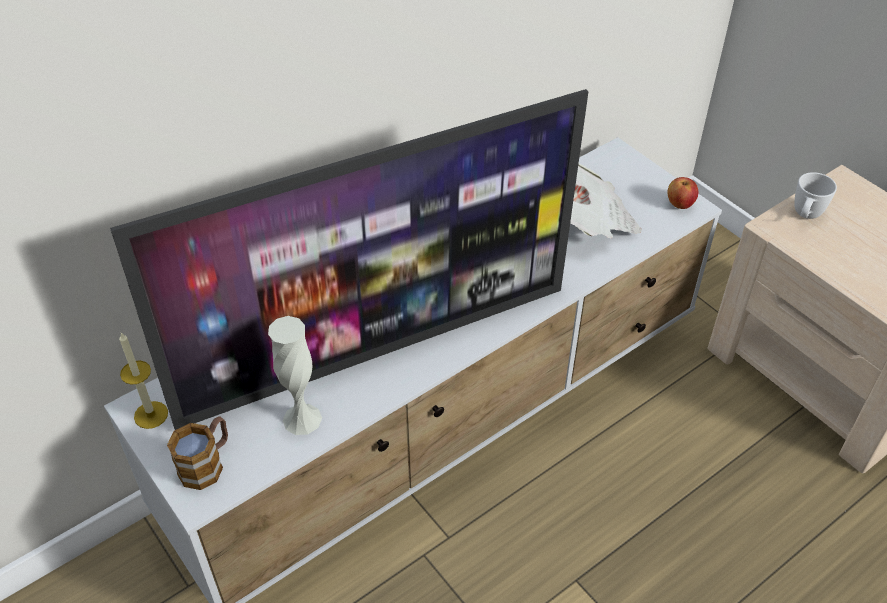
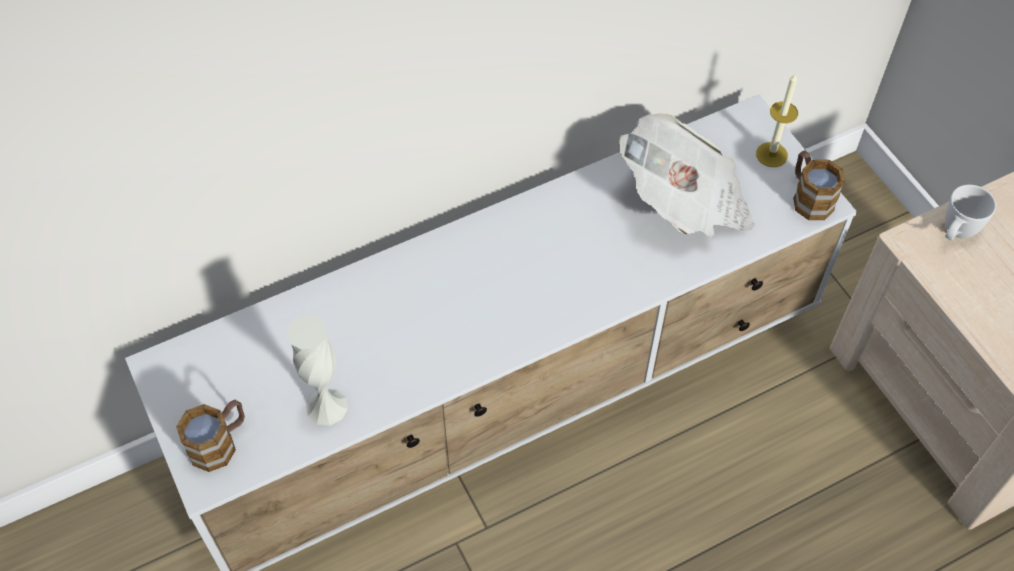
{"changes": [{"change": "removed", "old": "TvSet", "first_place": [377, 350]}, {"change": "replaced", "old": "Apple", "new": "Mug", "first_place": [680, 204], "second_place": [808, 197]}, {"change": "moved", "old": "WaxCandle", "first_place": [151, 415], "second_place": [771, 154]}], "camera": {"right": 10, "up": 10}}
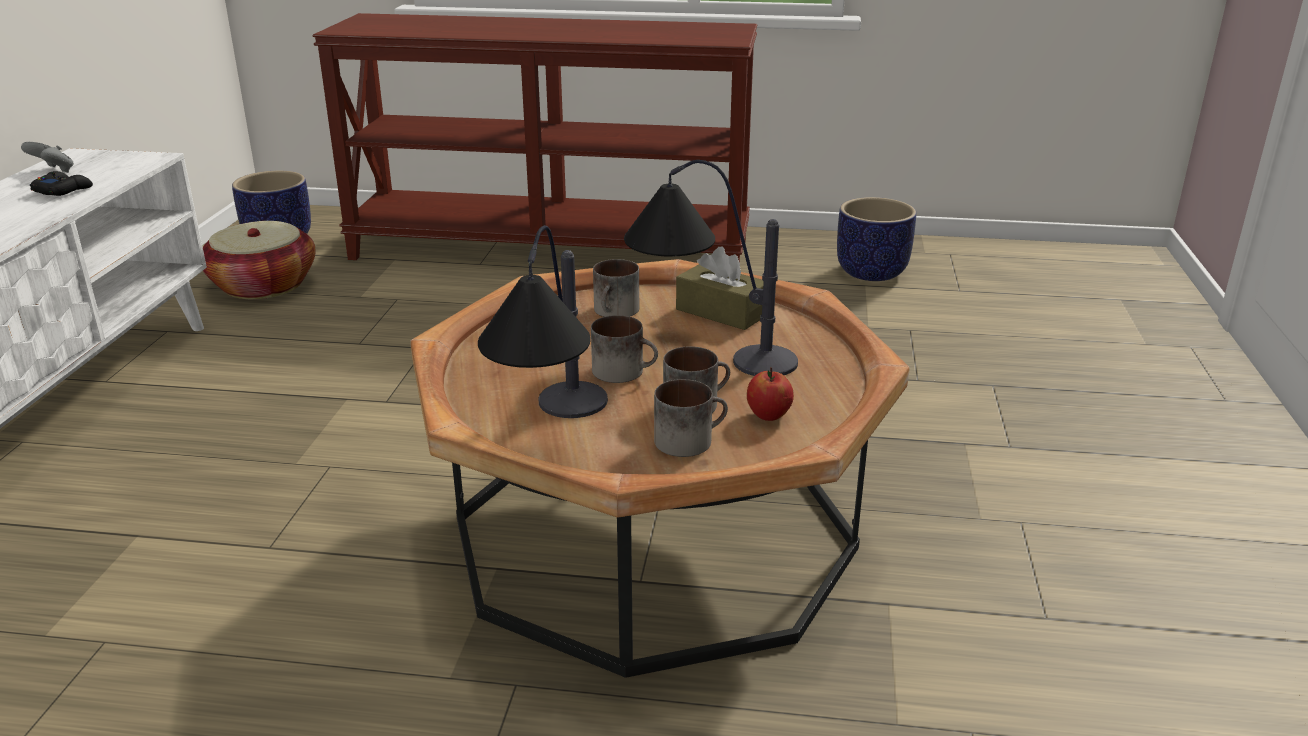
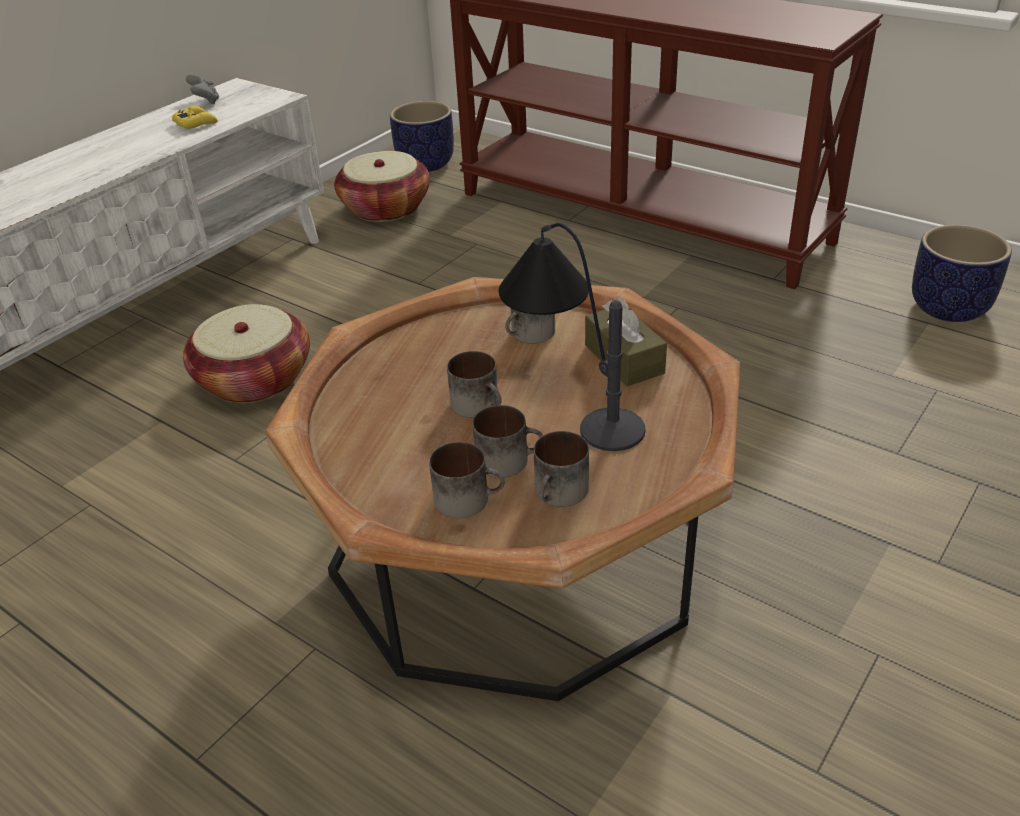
{"changes": [{"change": "recoloured", "old": "BlackishJoypad", "new": "YellowishJoypad", "first_place": [62, 190], "second_place": [196, 123]}, {"change": "removed", "old": "TableLamp", "first_place": [554, 437]}, {"change": "replaced", "old": "Apple", "new": "Mug", "first_place": [768, 415], "second_place": [560, 494]}, {"change": "added", "new": "HouseholdBasket", "second_place": [255, 379]}], "camera": {"right": 30, "up": 10}}
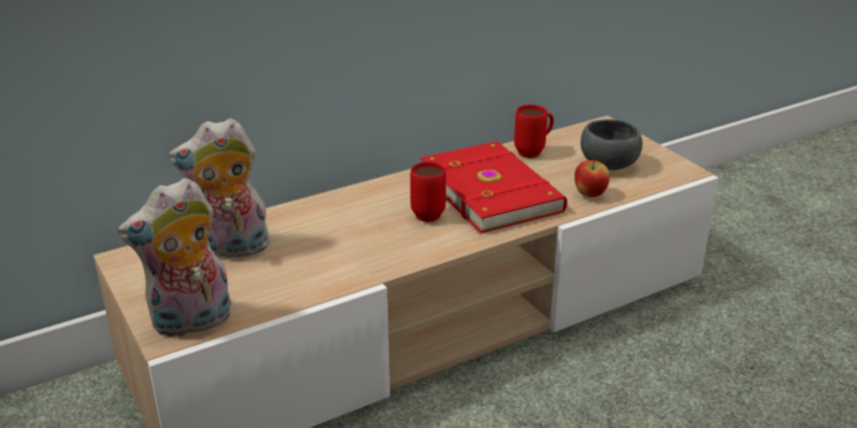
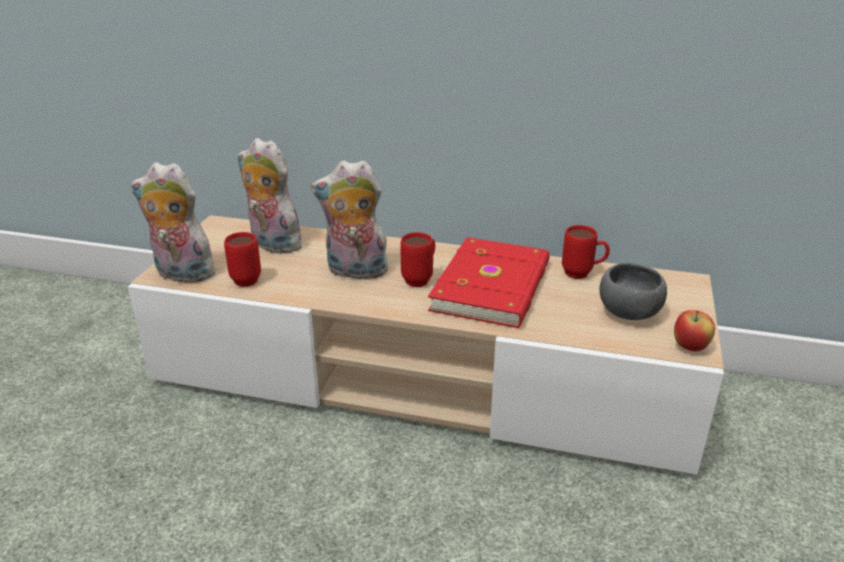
{"changes": [{"change": "moved", "old": "Apple", "first_place": [589, 195], "second_place": [690, 347]}, {"change": "added", "new": "PlushToy", "second_place": [355, 272]}, {"change": "added", "new": "RedMug", "second_place": [244, 278]}], "camera": {"right": 45, "up": 0}}
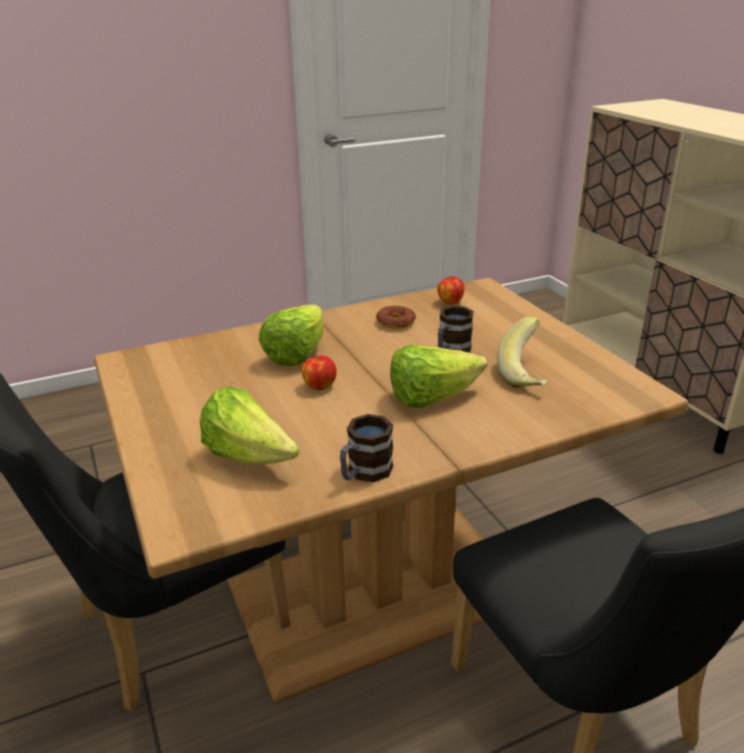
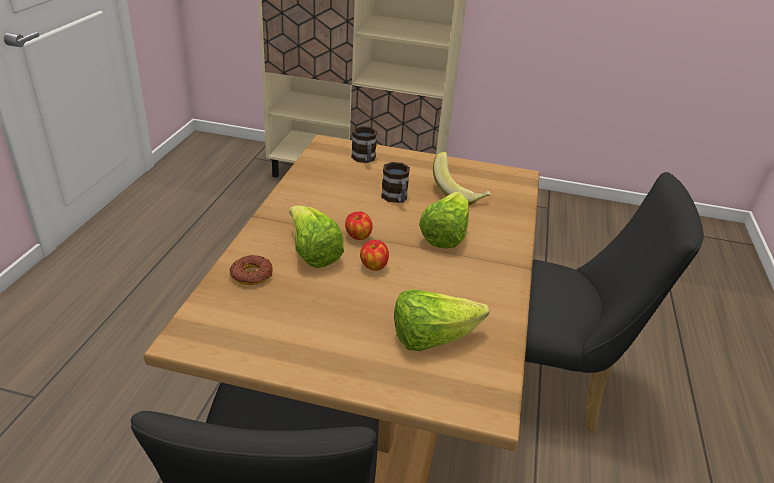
{"changes": [{"change": "moved", "old": "Apple", "first_place": [450, 302], "second_place": [358, 236]}, {"change": "moved", "old": "Doughnut", "first_place": [396, 322], "second_place": [252, 274]}, {"change": "moved", "old": "Mug", "first_place": [364, 473], "second_place": [364, 159]}], "camera": {"right": -55, "up": 5}}
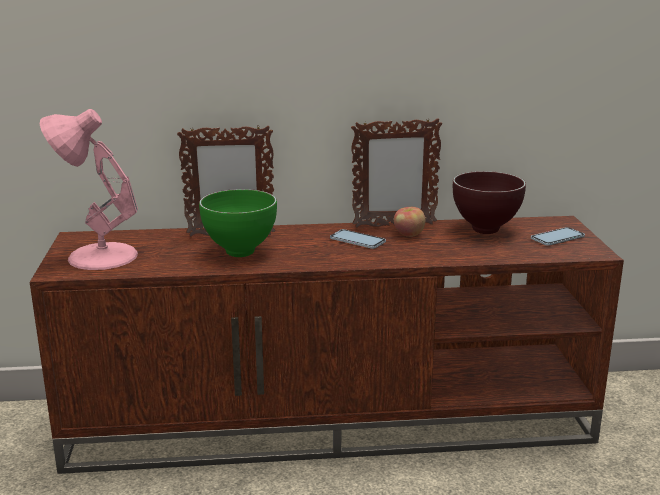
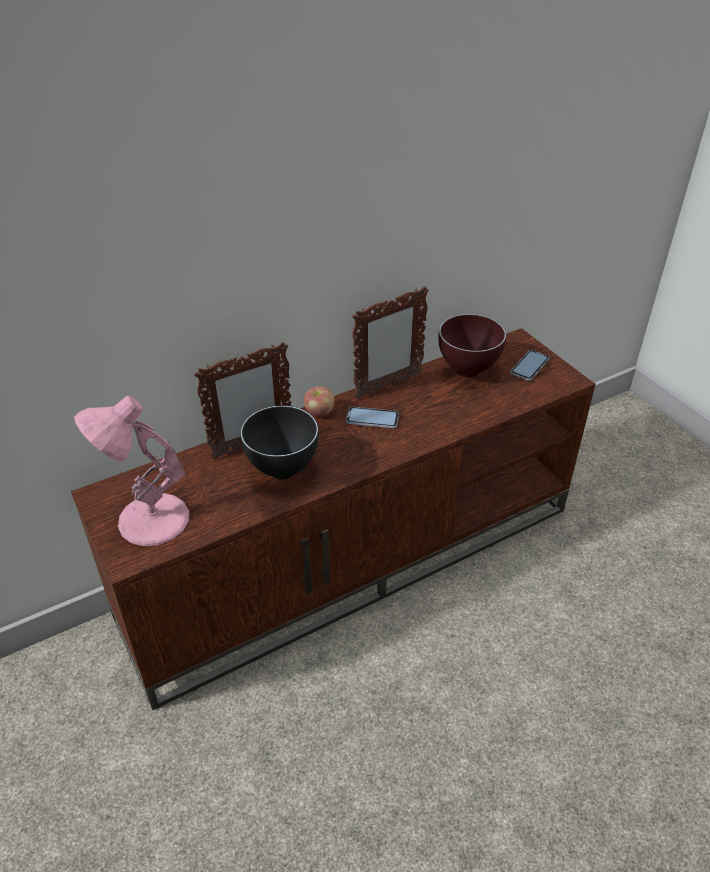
{"changes": [{"change": "recoloured", "old": "GreenColouredServingBowl", "new": "BlackishServingBowl", "first_place": [239, 253], "second_place": [282, 472]}, {"change": "moved", "old": "Apple", "first_place": [409, 234], "second_place": [319, 412]}], "camera": {"right": -25, "up": 20}}
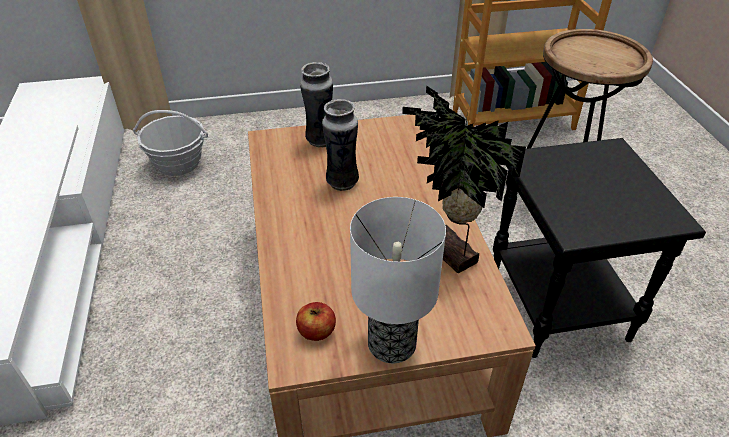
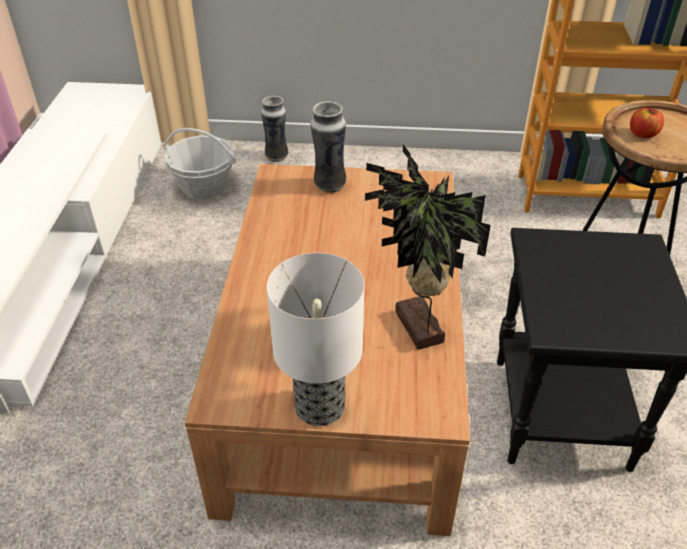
{"changes": [{"change": "moved", "old": "DecorativeVase", "first_place": [342, 182], "second_place": [276, 156]}, {"change": "moved", "old": "Apple", "first_place": [316, 331], "second_place": [642, 134]}], "camera": {"right": 15, "up": 0}}
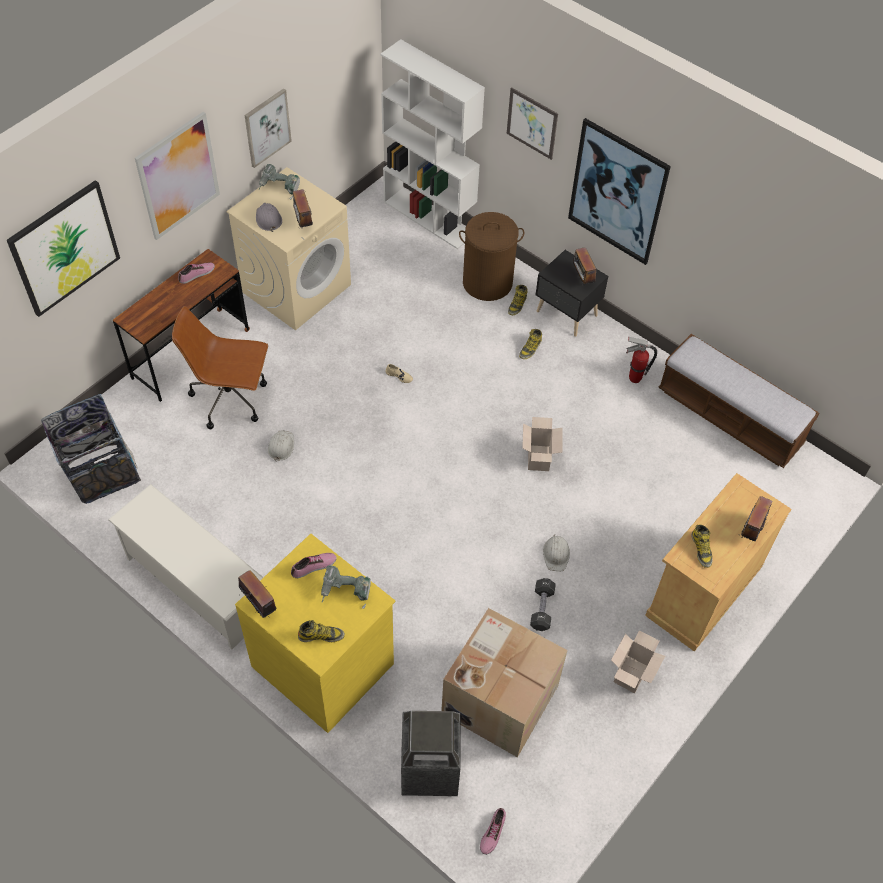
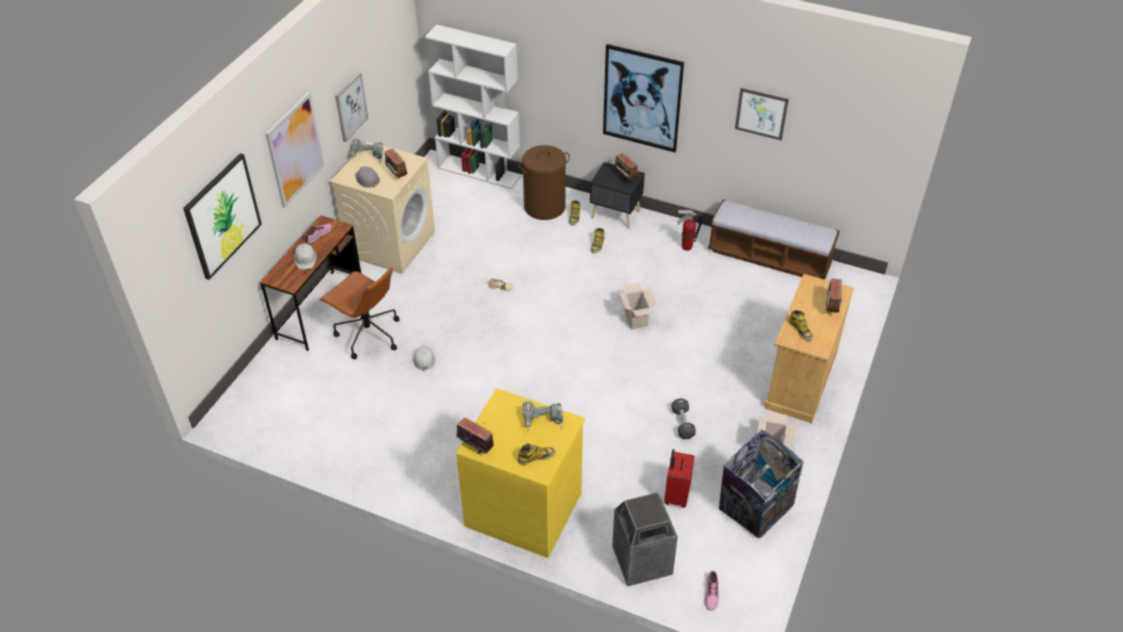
{"changes": [{"change": "moved", "old": "WallPicture", "first_place": [532, 123], "second_place": [761, 113]}, {"change": "turned", "old": "BrownOfficeChair", "first_place": [231, 399], "second_place": [367, 335], "degrees": -135}, {"change": "moved", "old": "WasteBin", "first_place": [102, 474], "second_place": [754, 509]}, {"change": "removed", "old": "WhiteColouredShoeRack", "first_place": [197, 585]}, {"change": "moved", "old": "WhiteColouredSafetyHelmet", "first_place": [556, 554], "second_place": [305, 259]}, {"change": "removed", "old": "LowShoe", "first_place": [314, 567]}, {"change": "replaced", "old": "CardboardBox", "new": "RedSuitcase", "first_place": [499, 698], "second_place": [676, 495]}], "camera": {"right": -15, "up": -10}}
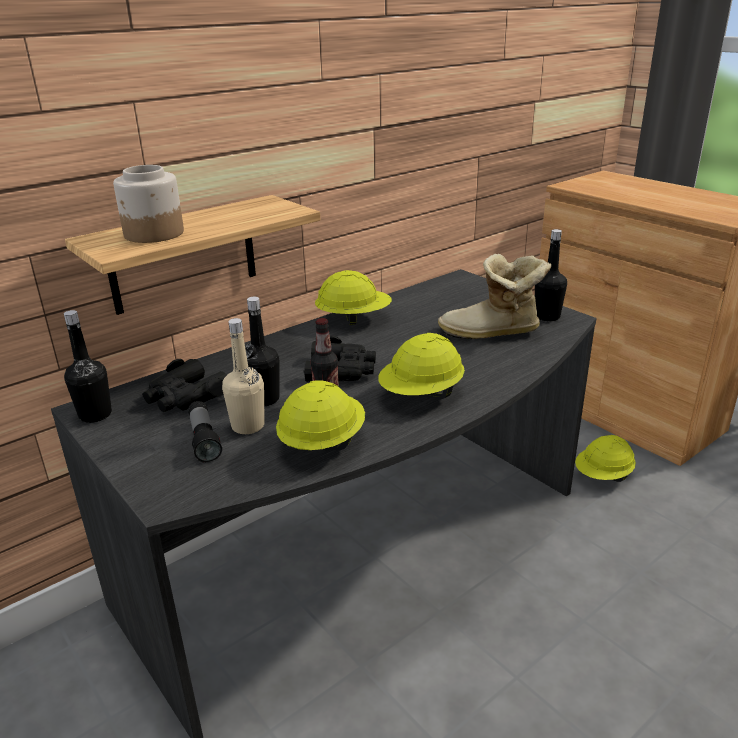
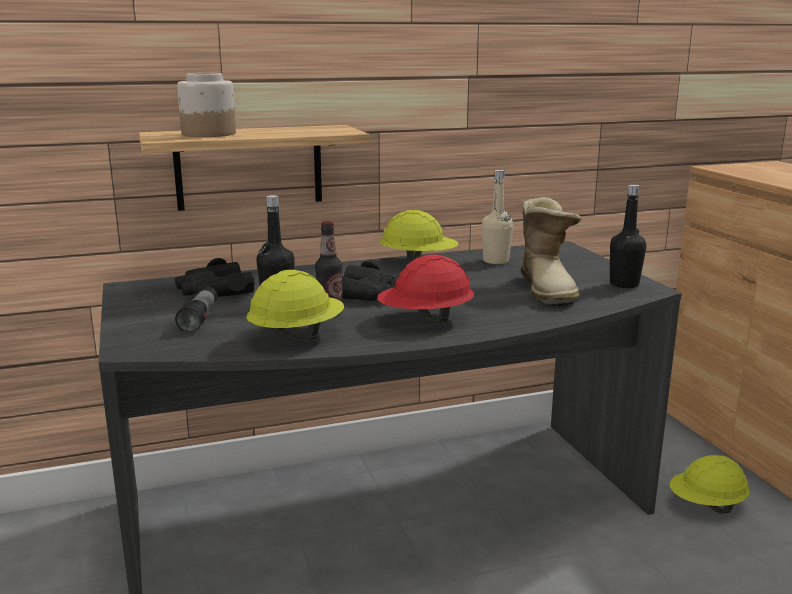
{"changes": [{"change": "turned", "old": "Boot", "first_place": [492, 333], "second_place": [548, 289], "degrees": -120}, {"change": "removed", "old": "BlackishBottle", "first_place": [95, 415]}, {"change": "moved", "old": "SandColouredBottle", "first_place": [248, 426], "second_place": [495, 261]}, {"change": "recoloured", "old": "YellowishSafetyHelmet", "new": "RedSafetyHelmet", "first_place": [421, 395], "second_place": [425, 320]}], "camera": {"right": 20, "up": -10}}
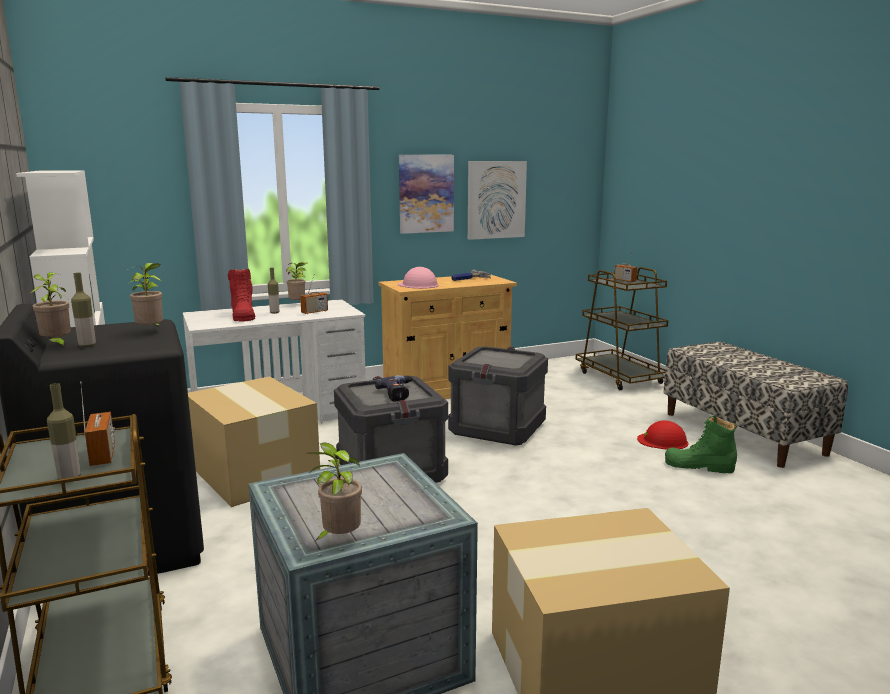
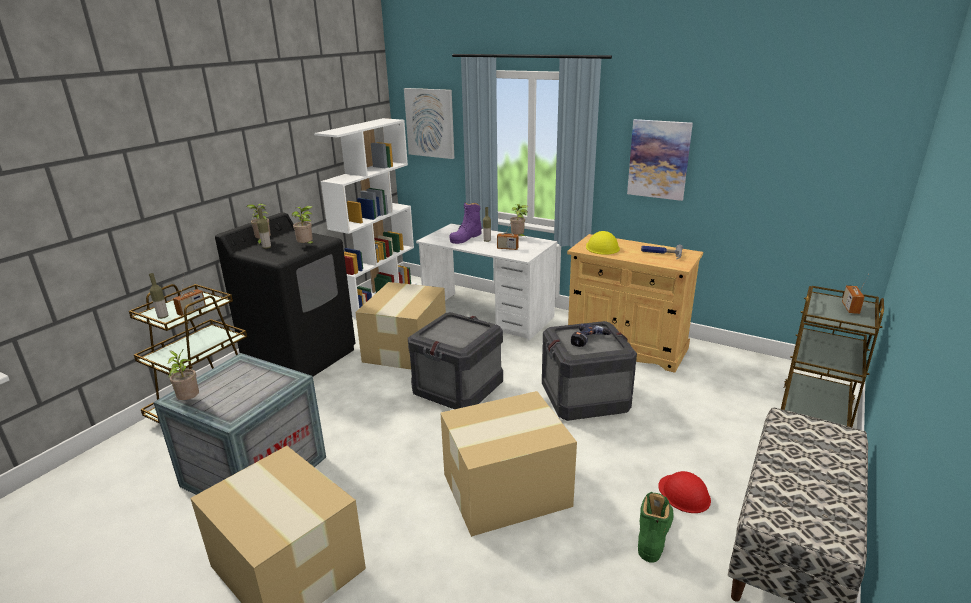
{"changes": [{"change": "moved", "old": "WallPicture", "first_place": [496, 200], "second_place": [430, 123]}, {"change": "recoloured", "old": "PinkSafetyHelmet", "new": "YellowishSafetyHelmet", "first_place": [418, 285], "second_place": [602, 247]}, {"change": "recoloured", "old": "RedBoot", "new": "PurpleBoot", "first_place": [243, 316], "second_place": [466, 237]}, {"change": "moved", "old": "PowerDrill", "first_place": [399, 394], "second_place": [589, 340]}, {"change": "turned", "old": "GreenColouredBoot", "first_place": [699, 466], "second_place": [654, 534], "degrees": 45}, {"change": "added", "new": "CardboardBox", "second_place": [508, 490]}], "camera": {"right": 55, "up": 10}}
